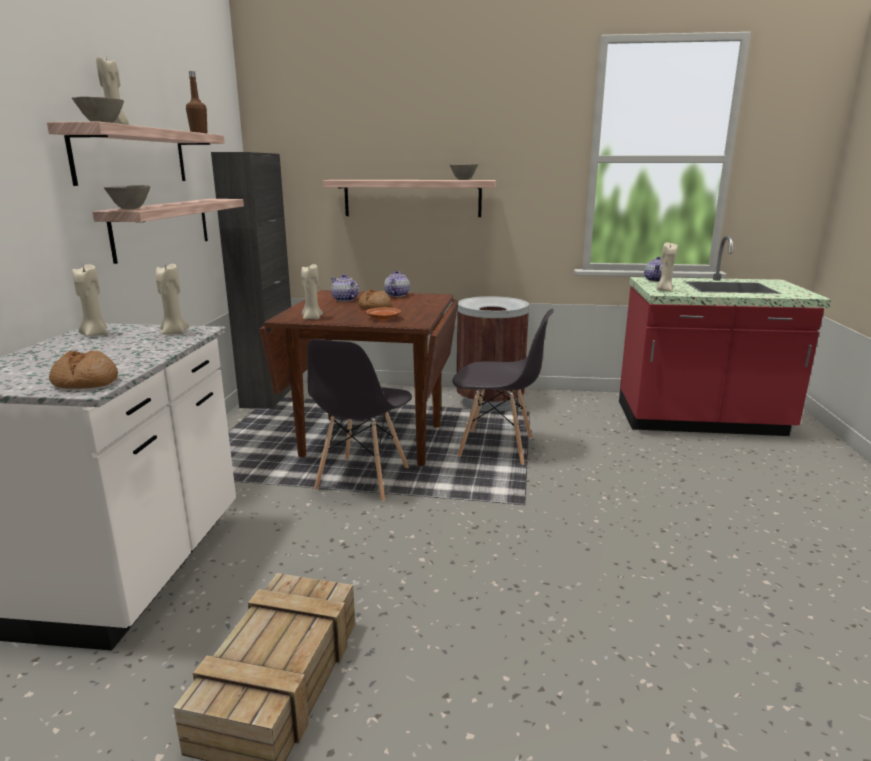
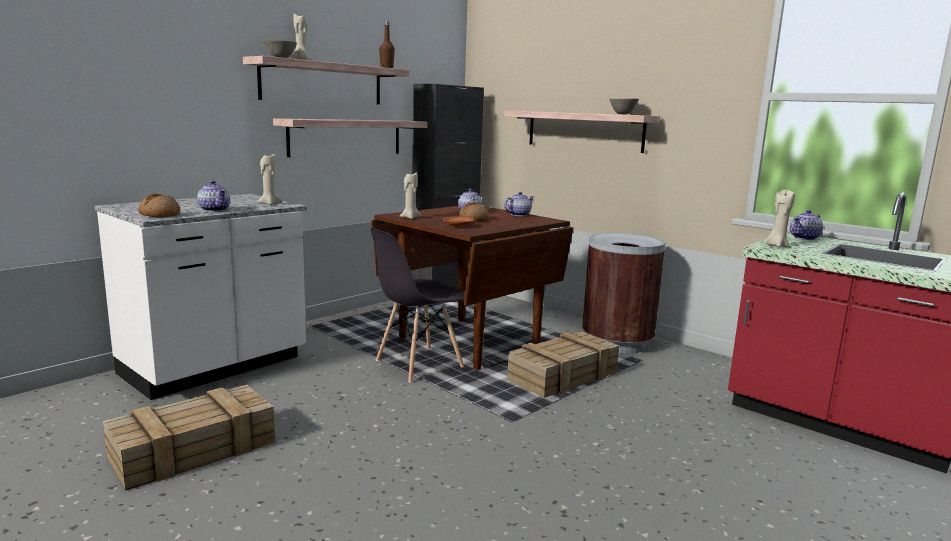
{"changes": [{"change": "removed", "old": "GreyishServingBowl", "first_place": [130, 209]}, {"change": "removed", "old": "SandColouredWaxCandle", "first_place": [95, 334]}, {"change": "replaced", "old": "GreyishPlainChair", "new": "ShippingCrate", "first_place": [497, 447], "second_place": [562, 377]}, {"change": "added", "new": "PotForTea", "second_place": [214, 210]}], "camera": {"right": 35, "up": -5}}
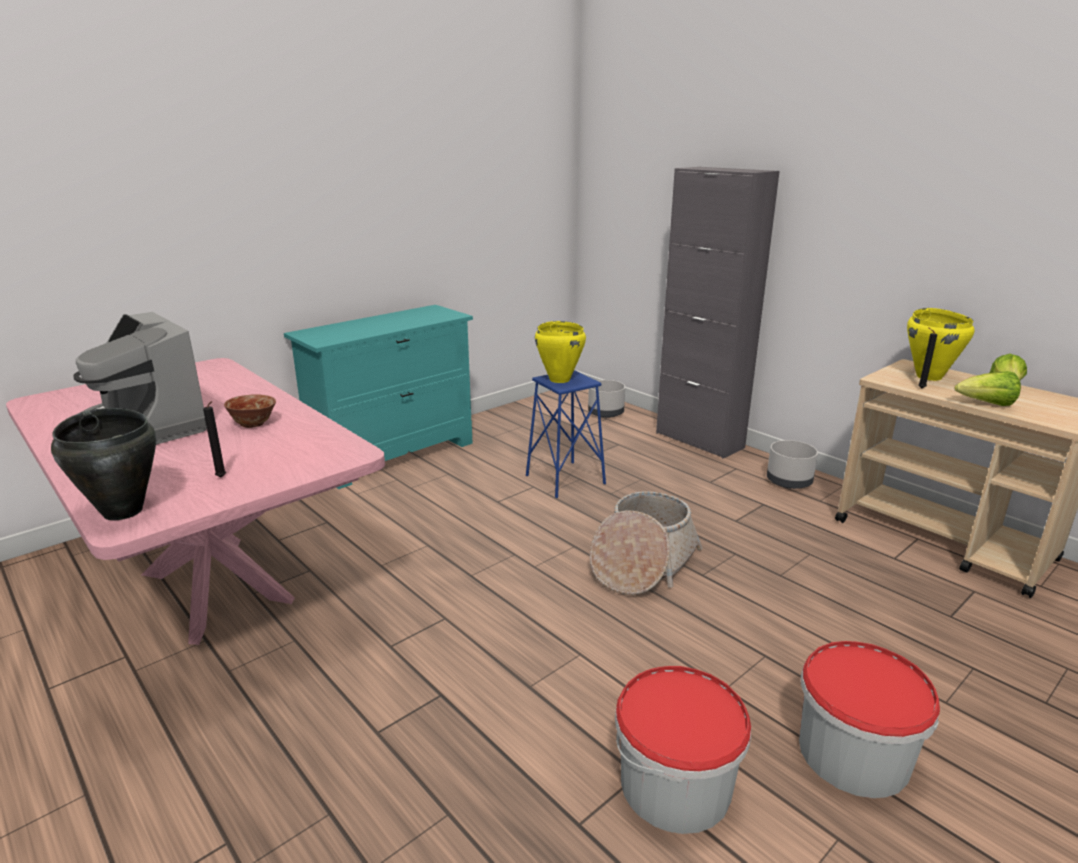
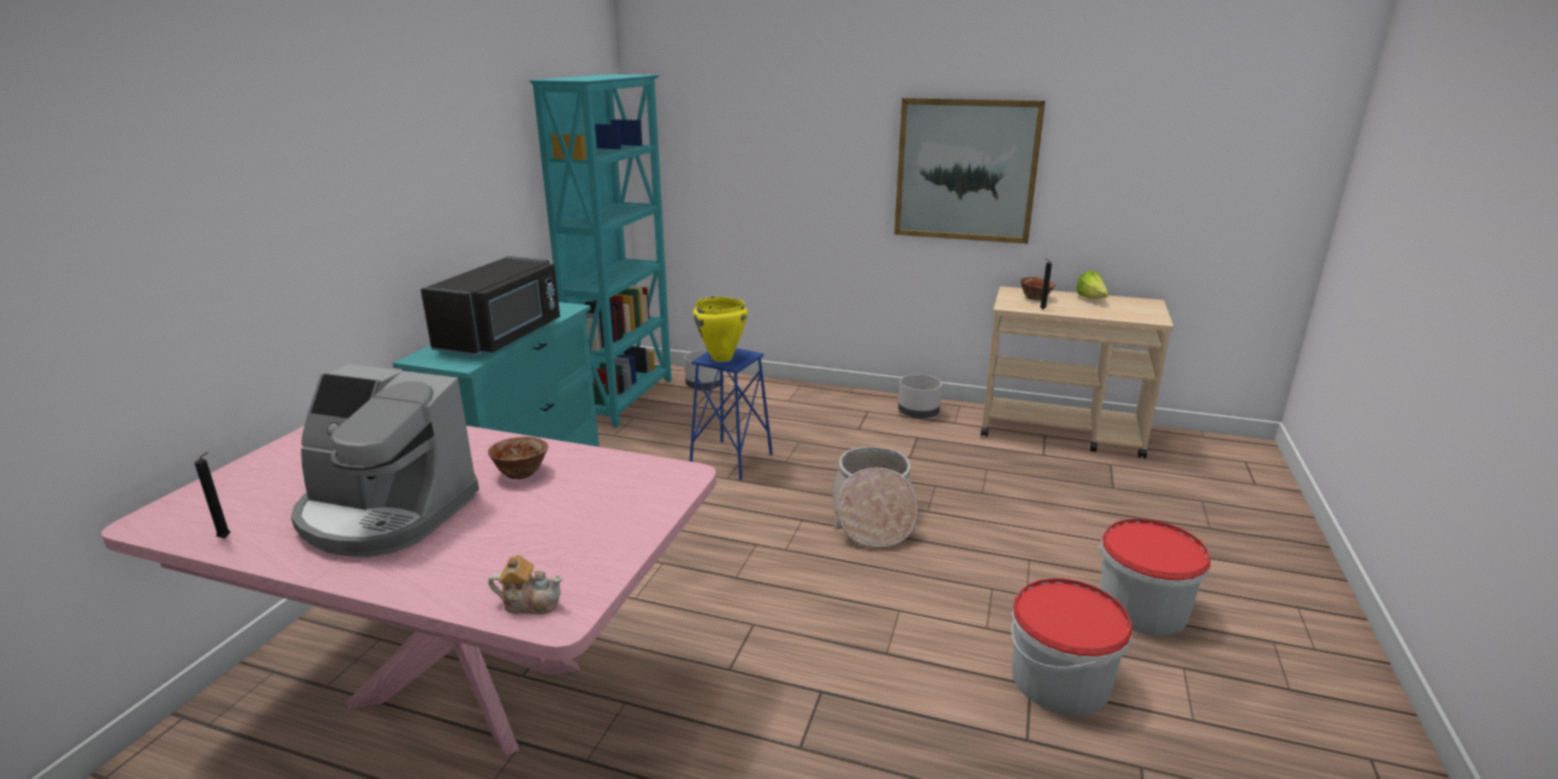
{"changes": [{"change": "removed", "old": "GreyishCupboard", "first_place": [699, 440]}, {"change": "replaced", "old": "YellowishStockpot", "new": "ServingBowl", "first_place": [929, 376], "second_place": [1035, 298]}, {"change": "removed", "old": "Lettuce", "first_place": [986, 404]}, {"change": "moved", "old": "BlackishWaxCandle", "first_place": [222, 478], "second_place": [226, 538]}, {"change": "replaced", "old": "BlackishStockpot", "new": "PotForTea", "first_place": [123, 511], "second_place": [530, 603]}, {"change": "added", "new": "BlueGreenBookshelf", "second_place": [625, 399]}, {"change": "added", "new": "WallPicture", "second_place": [966, 170]}, {"change": "added", "new": "BlackishMicrowaveOven", "second_place": [503, 337]}], "camera": {"right": -30, "up": 0}}
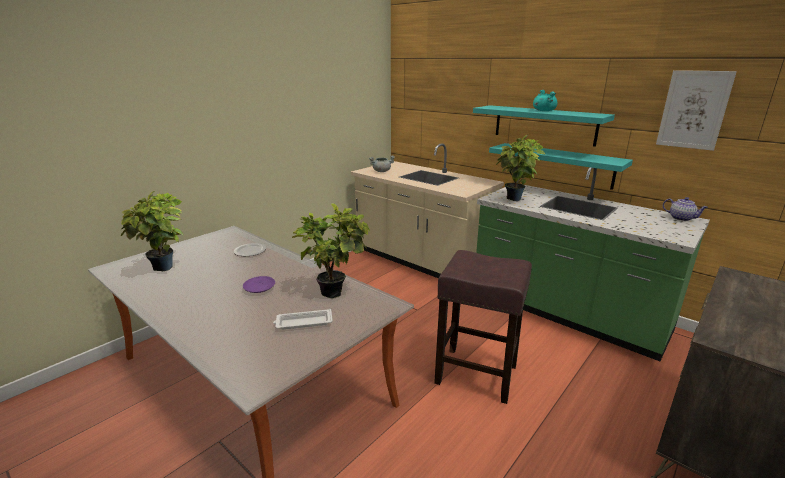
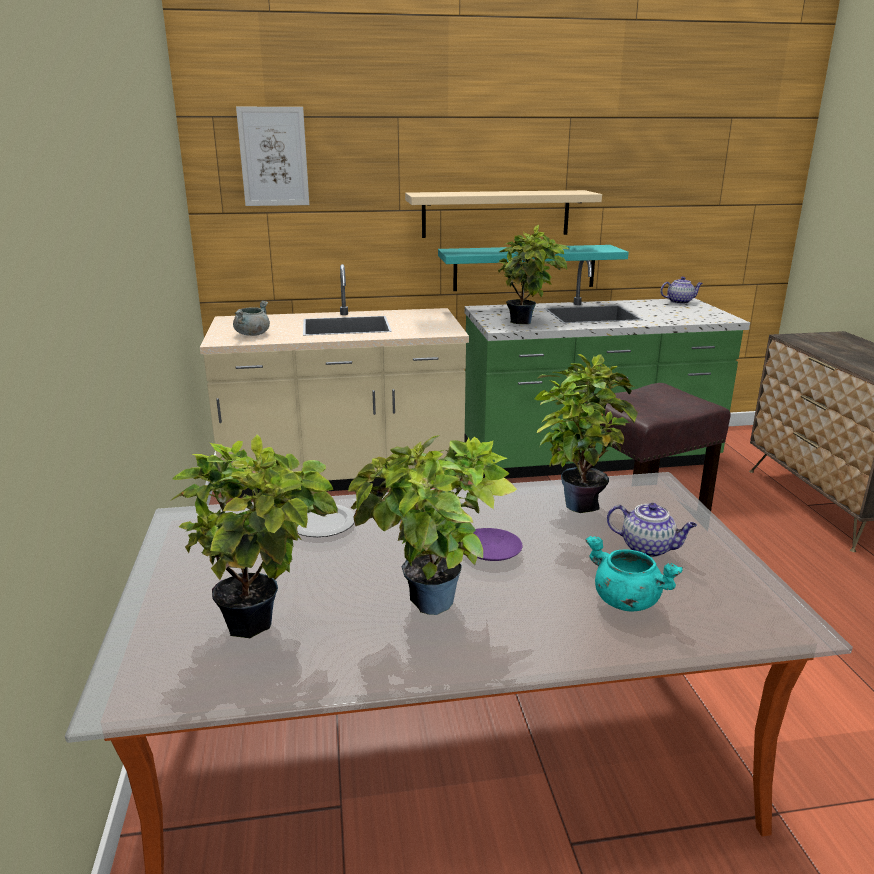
{"changes": [{"change": "moved", "old": "WallPicture", "first_place": [693, 110], "second_place": [273, 157]}, {"change": "moved", "old": "BlueGreenStockpot", "first_place": [543, 111], "second_place": [625, 601]}, {"change": "recoloured", "old": "BlueGreenWallShelf", "new": "SandColouredWallShelf", "first_place": [544, 125], "second_place": [496, 214]}, {"change": "replaced", "old": "WhiteColouredCarryingTray", "new": "PotForTea", "first_place": [303, 323], "second_place": [648, 548]}, {"change": "added", "new": "PlantInAPot", "second_place": [431, 610]}], "camera": {"right": -50, "up": 0}}
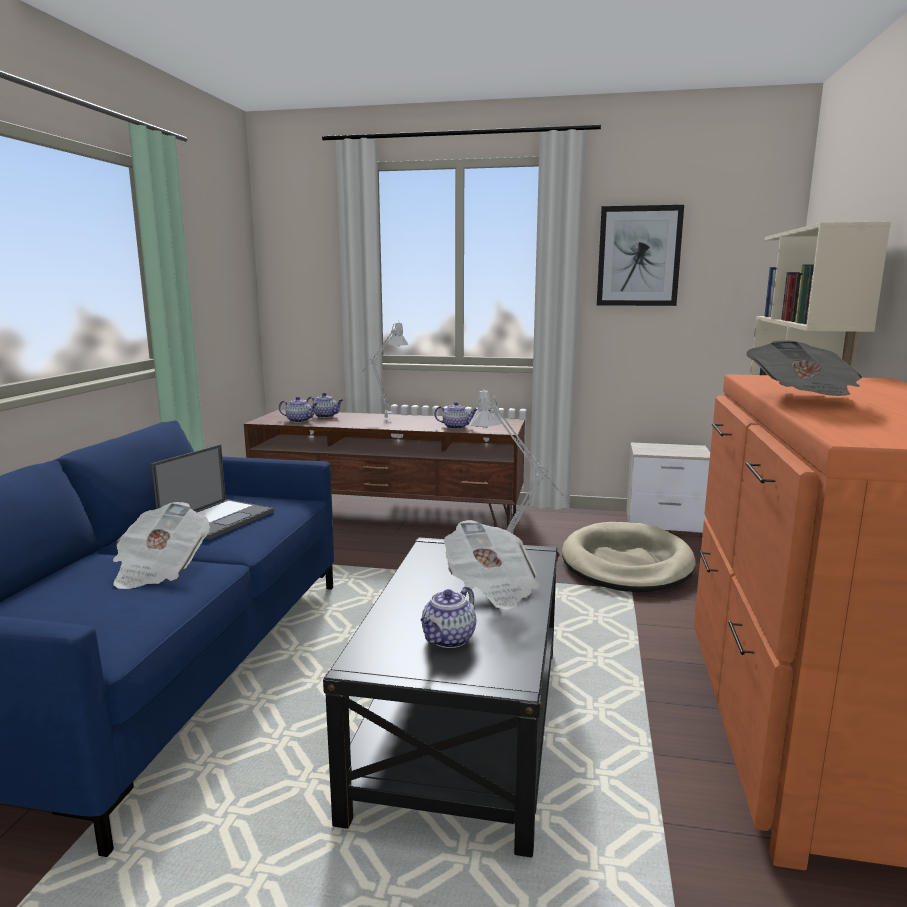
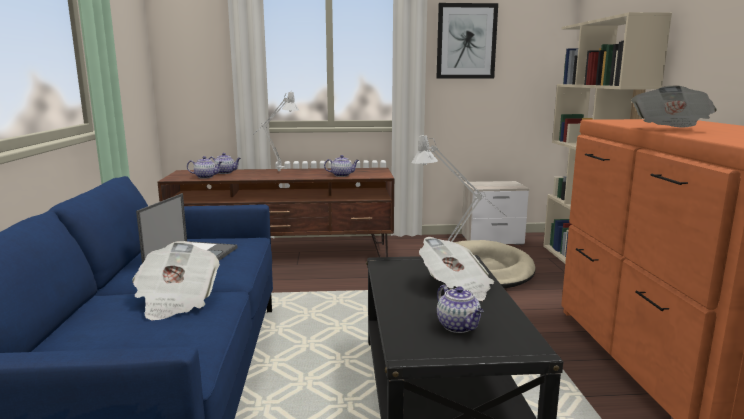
{"changes": [{"change": "turned", "old": "PotForTea", "first_place": [448, 639], "second_place": [459, 326], "degrees": -45}], "camera": {"right": -15, "up": 0}}
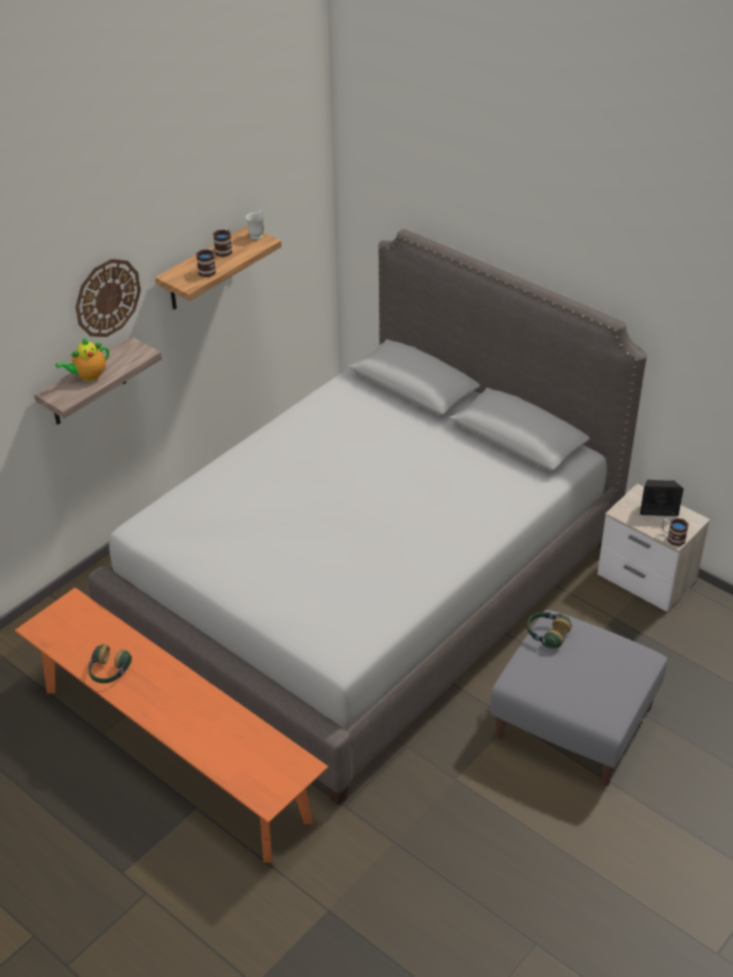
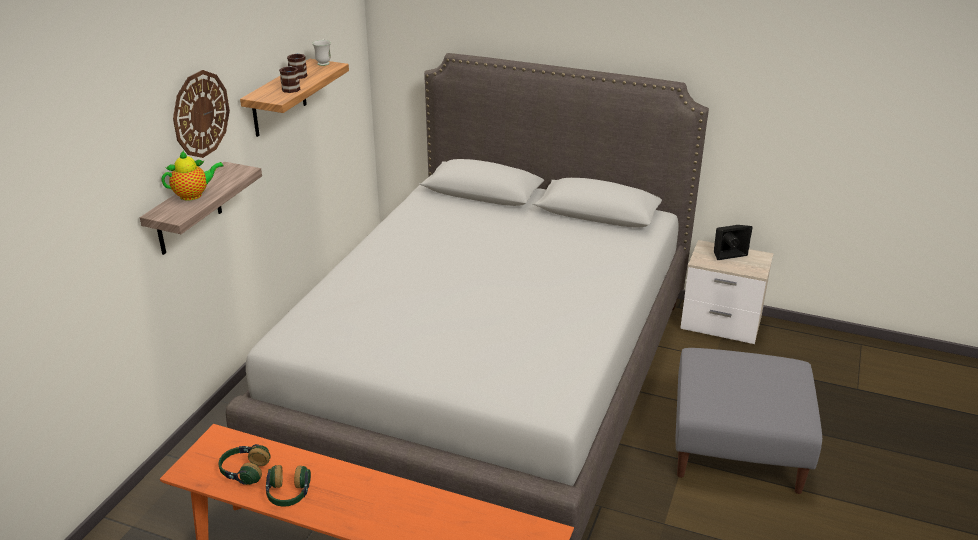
{"changes": [{"change": "turned", "old": "PotForTea", "first_place": [88, 376], "second_place": [194, 195], "degrees": -150}, {"change": "removed", "old": "Mug", "first_place": [672, 537]}, {"change": "moved", "old": "Headset", "first_place": [546, 634], "second_place": [244, 471]}], "camera": {"right": -20, "up": -10}}
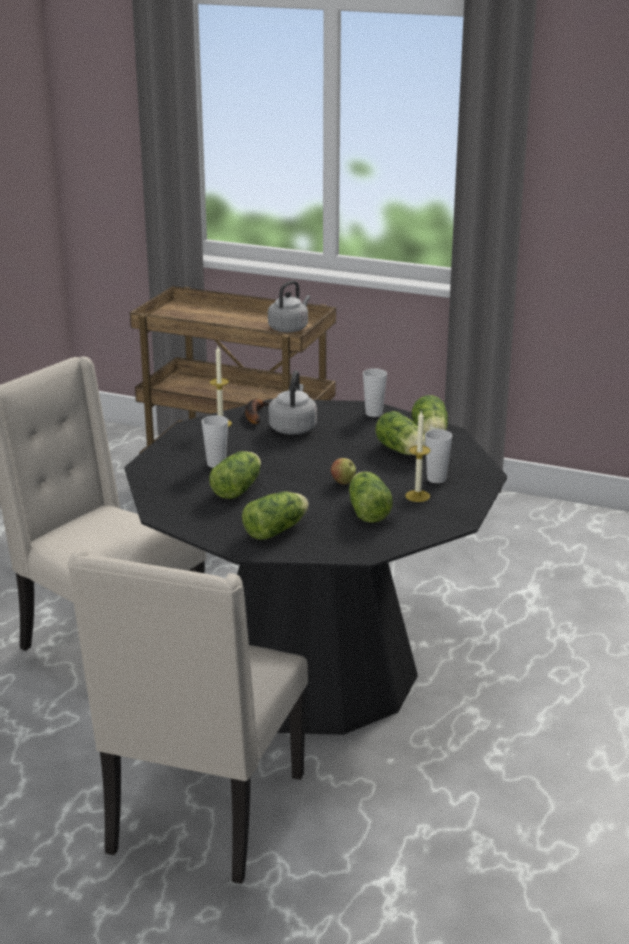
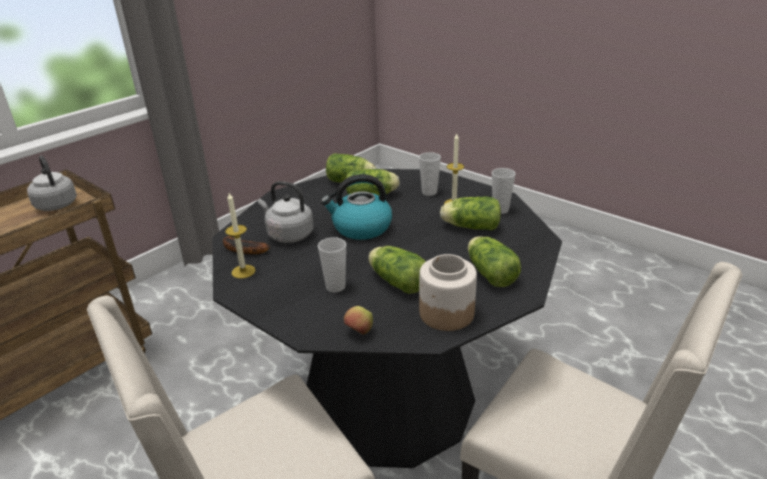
{"changes": [{"change": "moved", "old": "Cup", "first_place": [374, 413], "second_place": [500, 210]}, {"change": "moved", "old": "Apple", "first_place": [343, 483], "second_place": [359, 332]}, {"change": "added", "new": "Kettle", "second_place": [361, 228]}, {"change": "added", "new": "PreserveJar", "second_place": [446, 313]}], "camera": {"right": -70, "up": 5}}
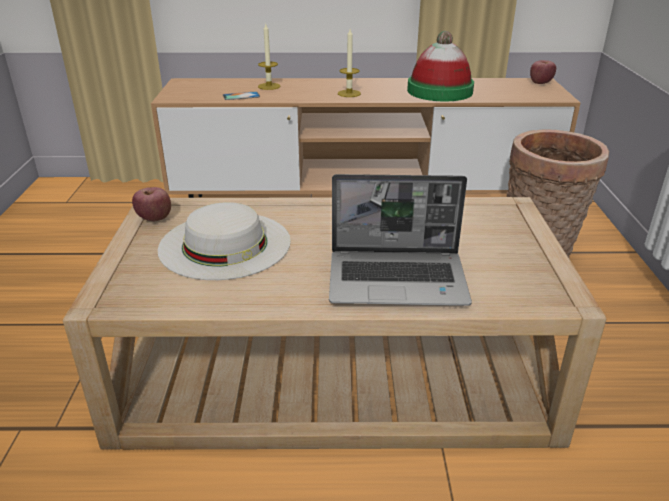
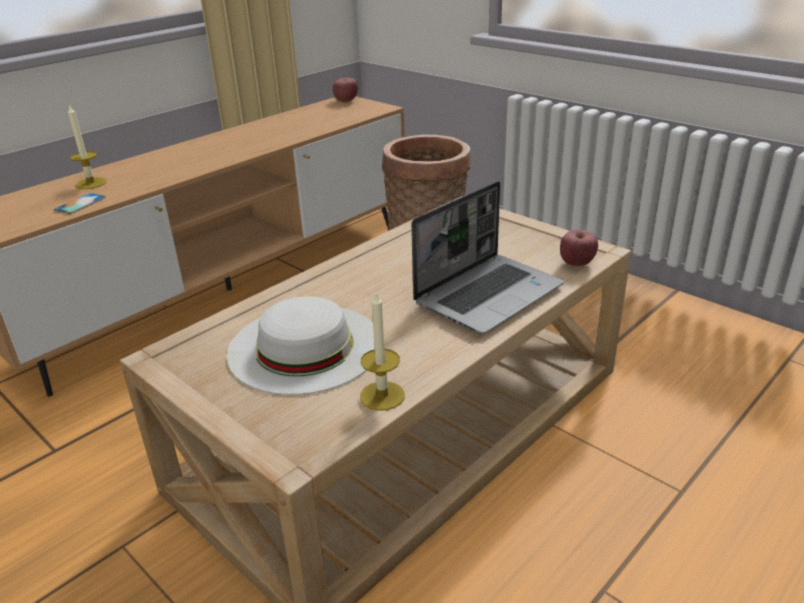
{"changes": [{"change": "moved", "old": "WaxCandle", "first_place": [349, 93], "second_place": [382, 396]}, {"change": "removed", "old": "WearableHat", "first_place": [440, 91]}, {"change": "moved", "old": "Apple", "first_place": [155, 218], "second_place": [577, 263]}], "camera": {"right": -45, "up": 0}}
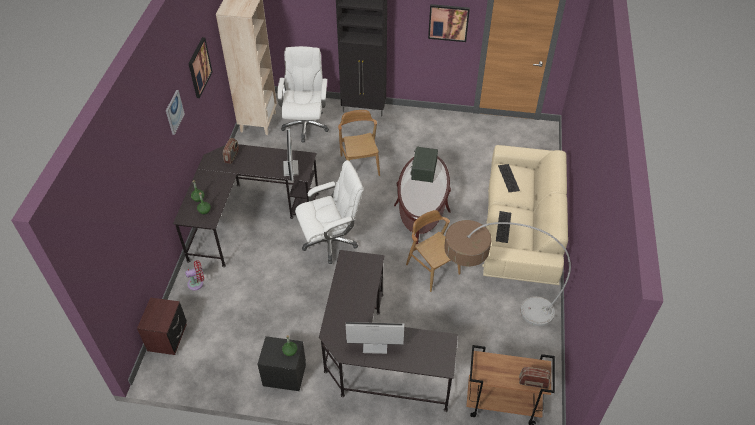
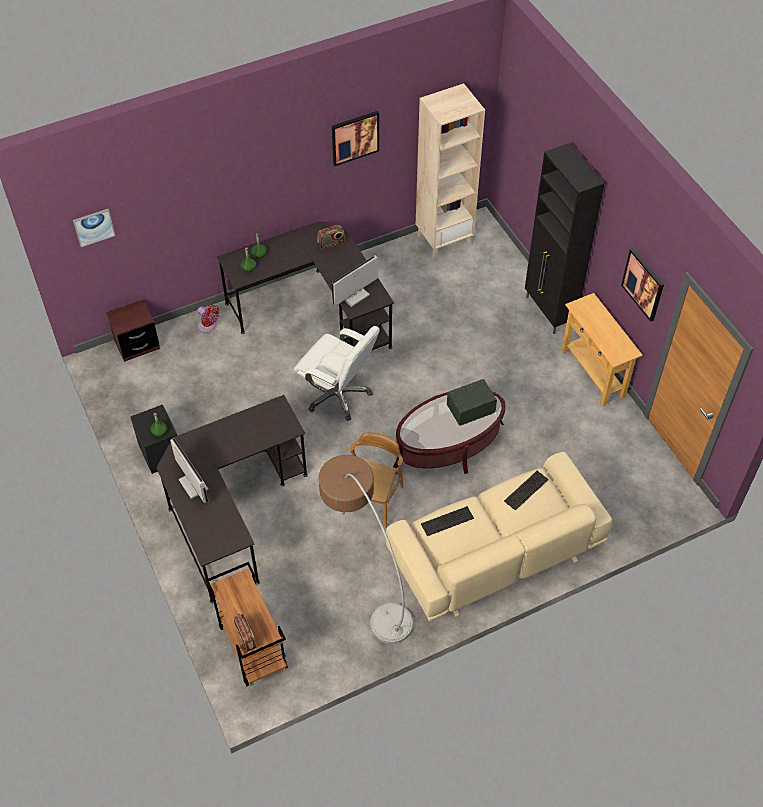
{"changes": [{"change": "removed", "old": "WhiteColouredOfficeChair", "first_place": [305, 125]}, {"change": "moved", "old": "WallPicture", "first_place": [174, 112], "second_place": [94, 227]}, {"change": "removed", "old": "BrownPlainChair", "first_place": [360, 165]}, {"change": "added", "new": "SandColouredConsoleTable", "second_place": [593, 373]}], "camera": {"right": 55, "up": 5}}
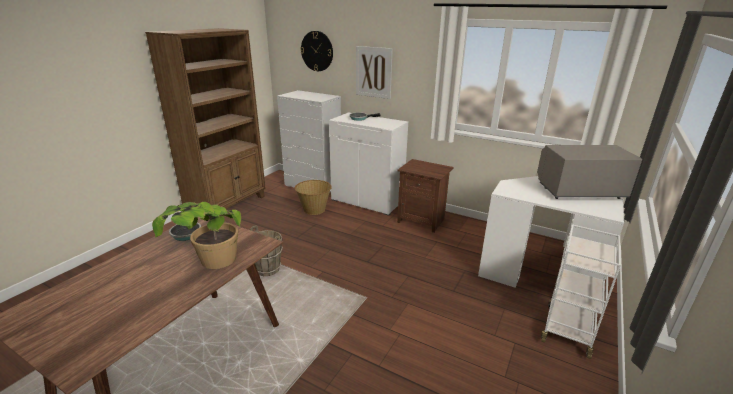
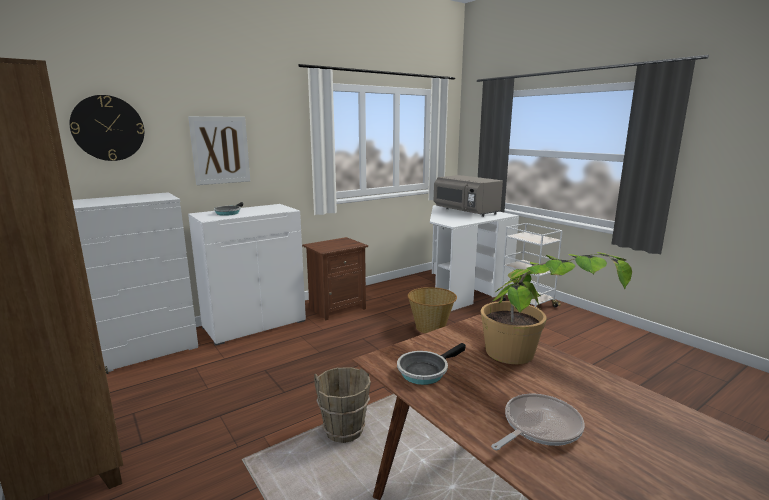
{"changes": [{"change": "turned", "old": "GreyishMicrowaveOven", "first_place": [579, 190], "second_place": [466, 212], "degrees": -60}, {"change": "moved", "old": "HouseholdBasket", "first_place": [314, 210], "second_place": [431, 327]}, {"change": "added", "new": "Skillet", "second_place": [538, 427]}], "camera": {"right": -65, "up": -10}}
